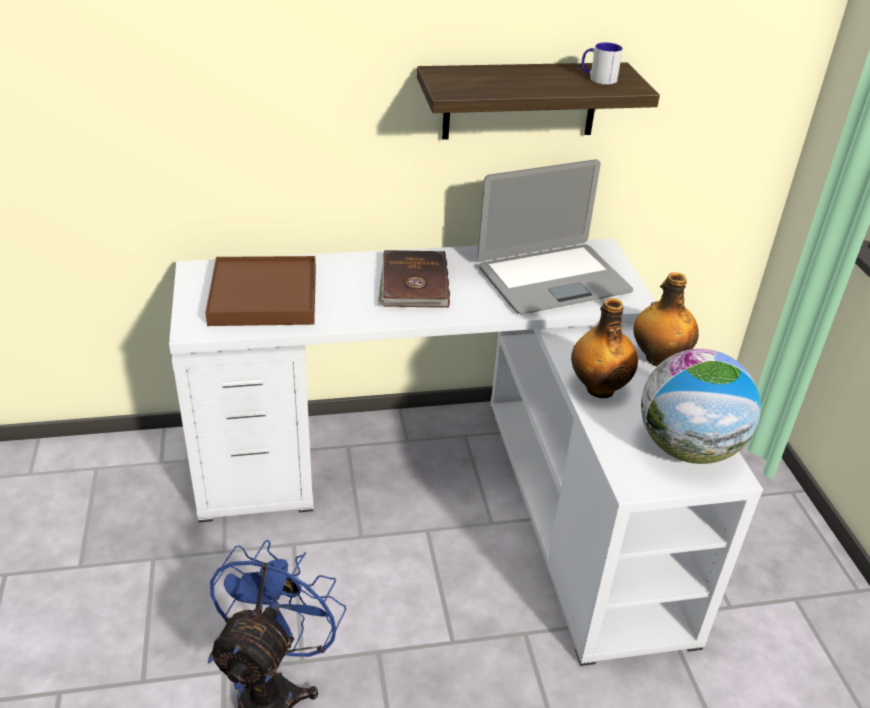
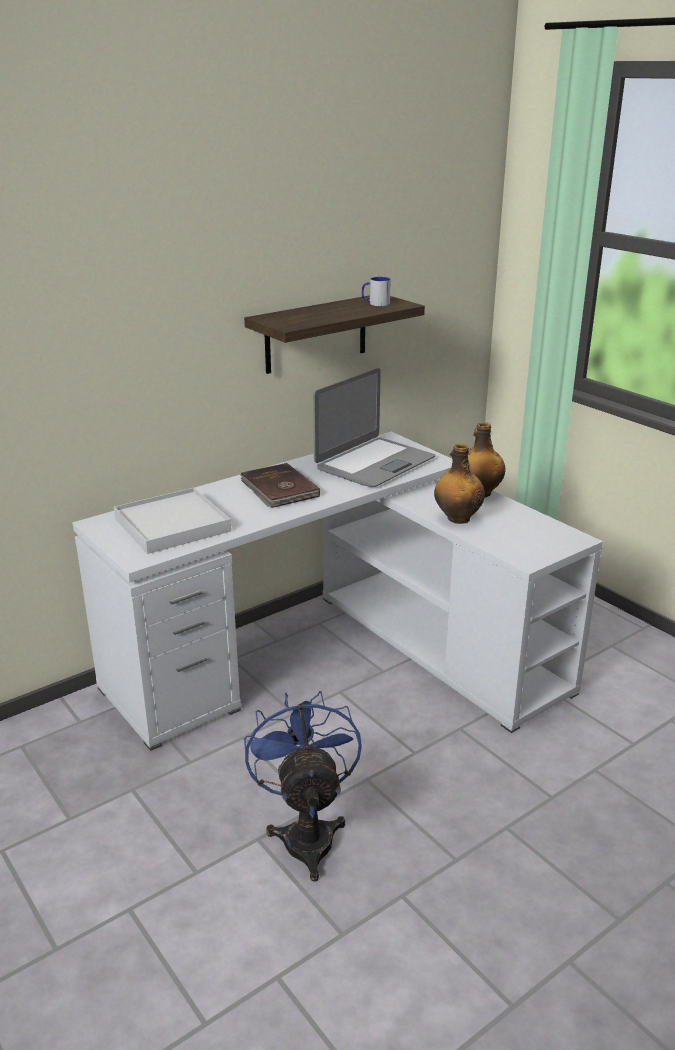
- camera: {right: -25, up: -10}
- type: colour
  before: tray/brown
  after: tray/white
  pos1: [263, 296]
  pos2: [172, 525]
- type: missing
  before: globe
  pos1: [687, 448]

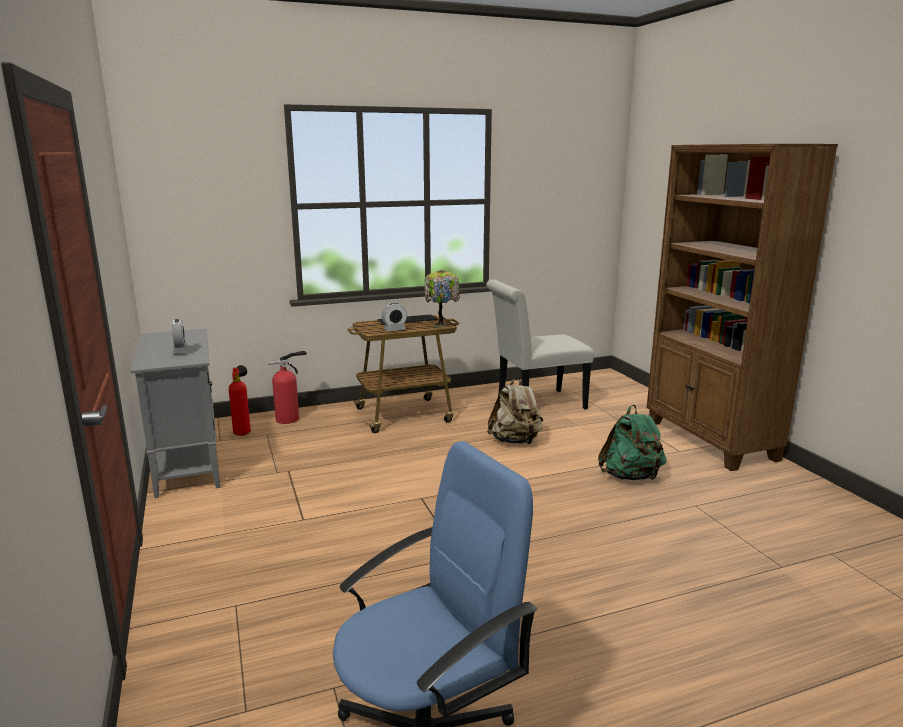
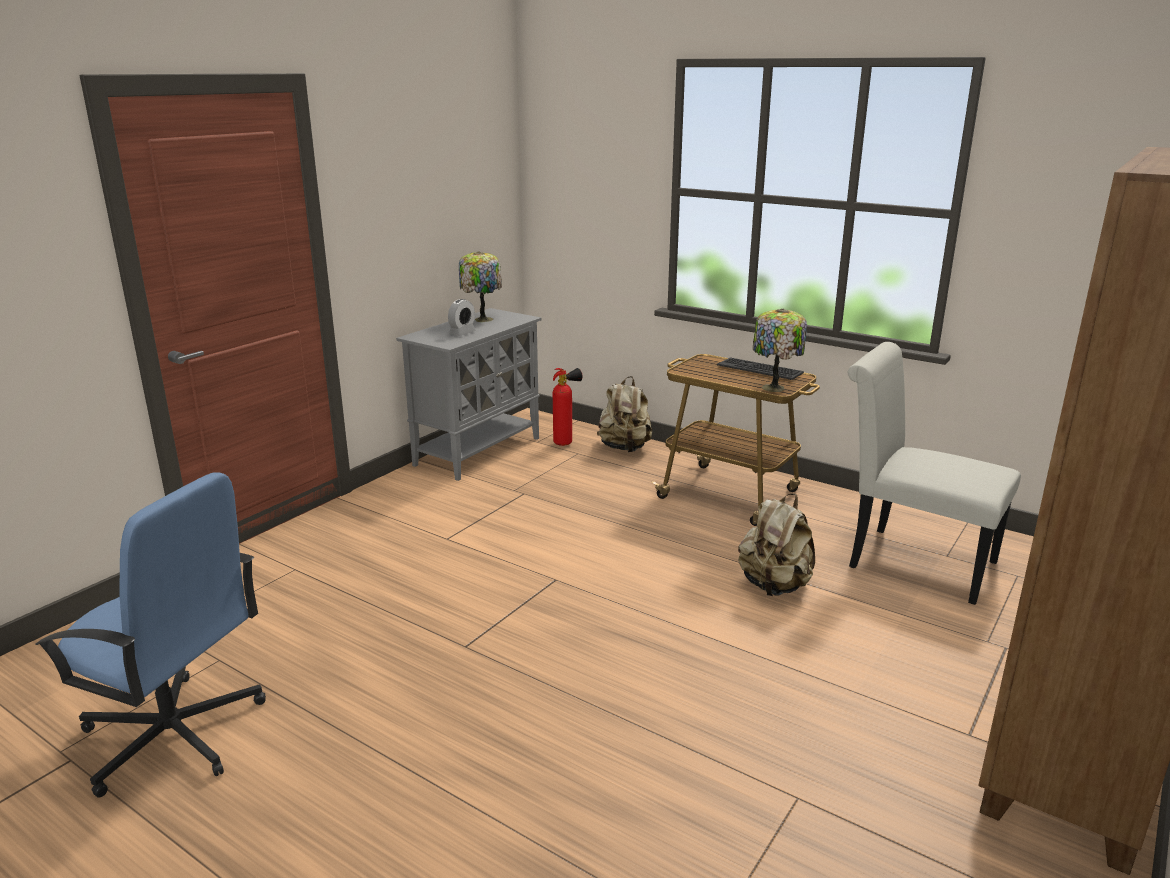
- camera: {right: 55, up: 5}
- type: missing
  before: alarm clock
  pos1: [394, 330]
- type: exchanged
  before: fire extinguisher
  after: backpack/beige
  pos1: [290, 419]
  pos2: [625, 448]
- type: missing
  before: backpack/green
  pos1: [630, 477]
- type: appeared
  after: table lamp
  pos2: [482, 319]

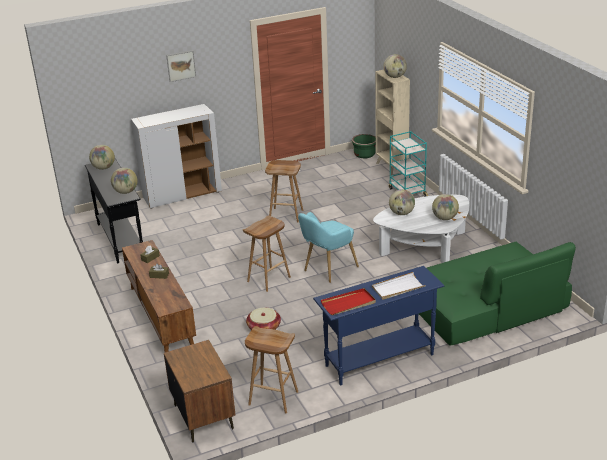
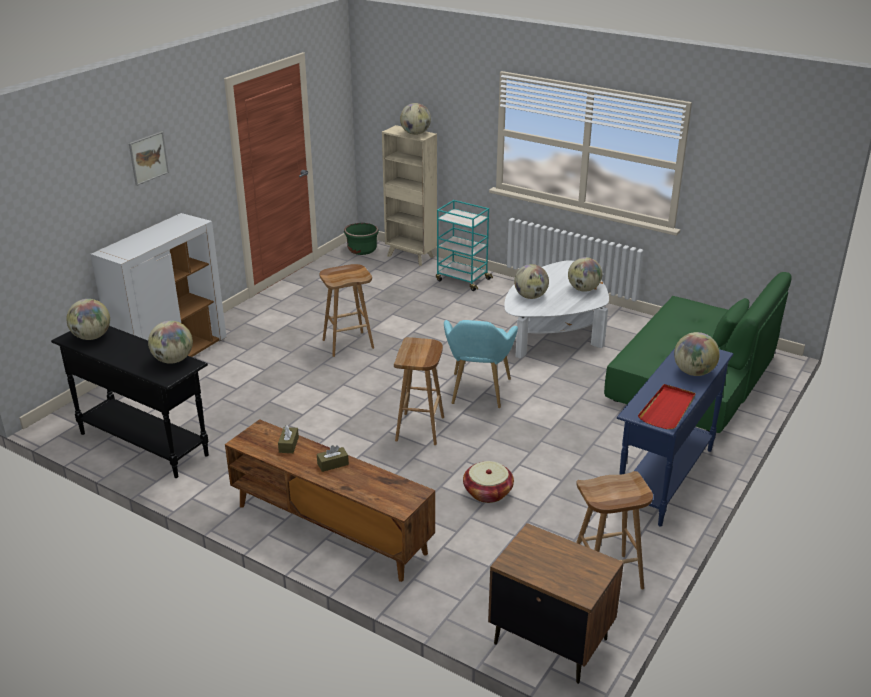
- camera: {right: -35, up: 0}
- type: exchanged
  before: tray/white
  after: globe
  pos1: [398, 288]
  pos2: [693, 372]

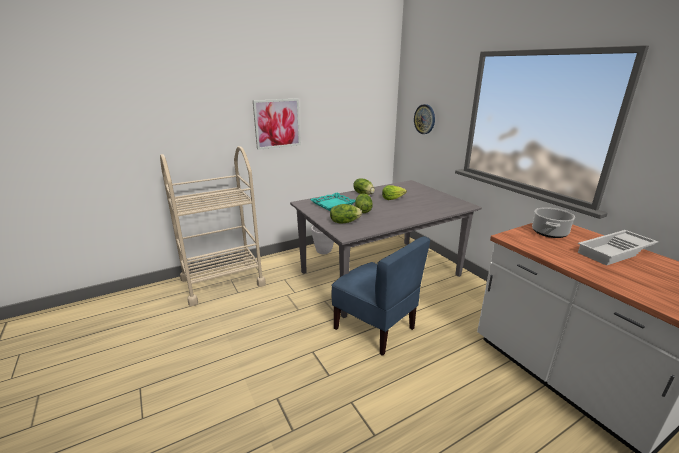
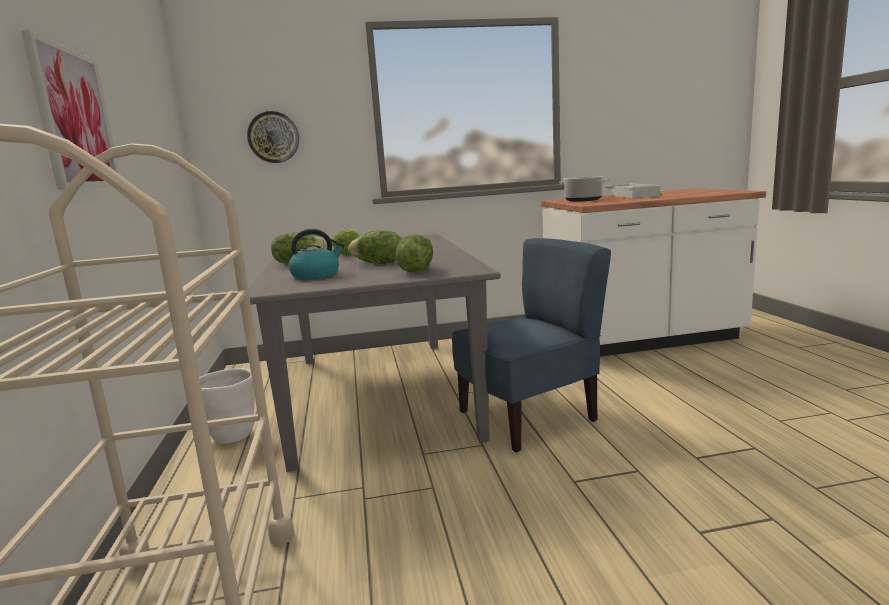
- camera: {right: -70, up: -10}
- type: exchanged
  before: tray/turquoise
  after: kettle
  pos1: [333, 204]
  pos2: [316, 275]

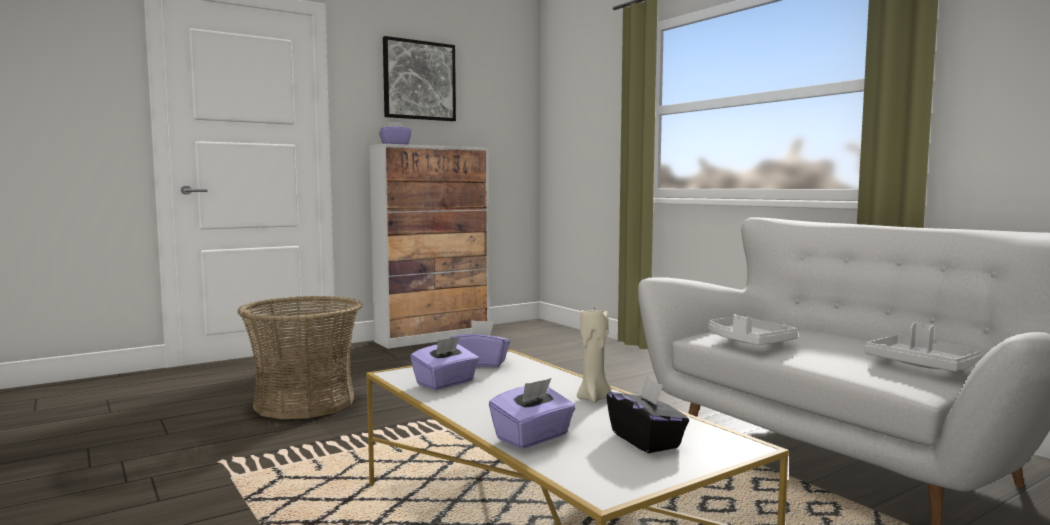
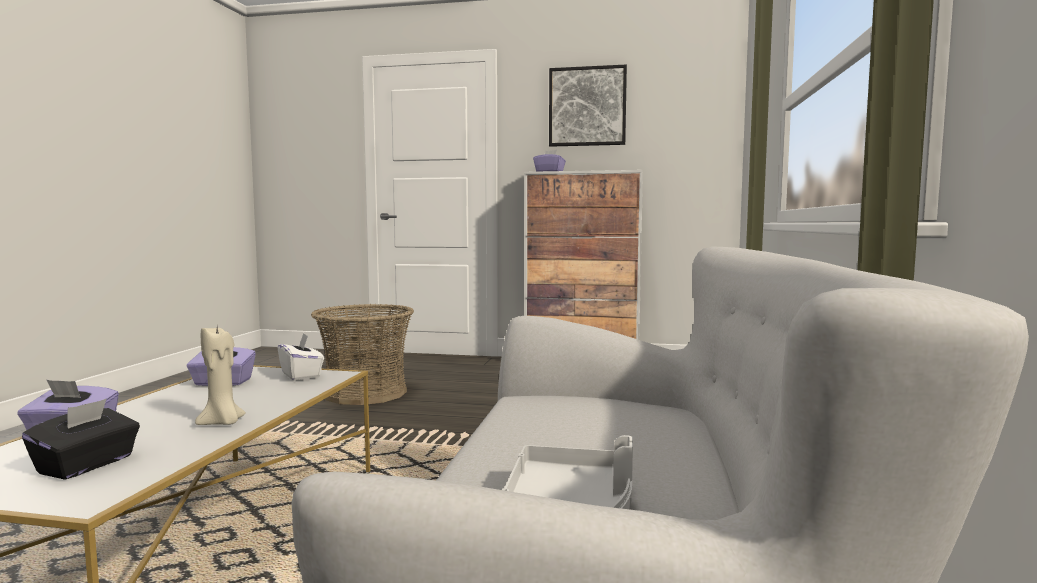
- camera: {right: 45, up: 0}
- type: missing
  before: tray/grey
  pos1: [748, 342]
- type: colour
  before: tissue box/purple
  after: tissue box/white
  pos1: [481, 363]
  pos2: [301, 375]

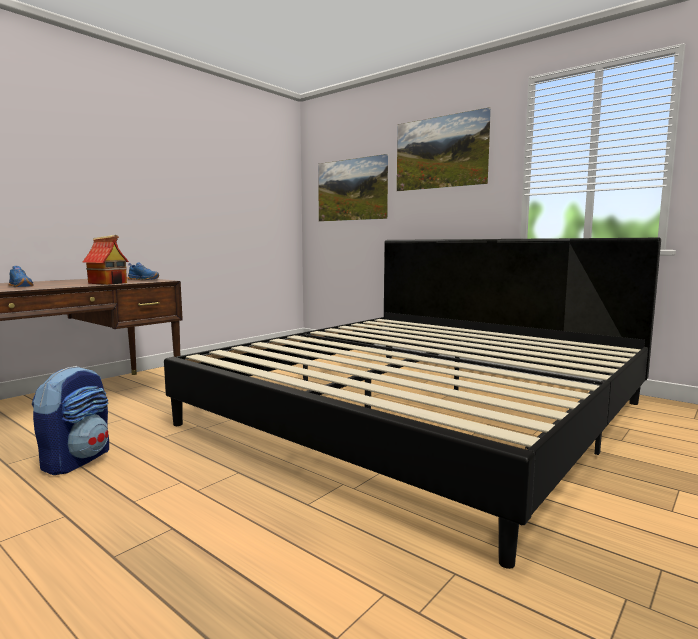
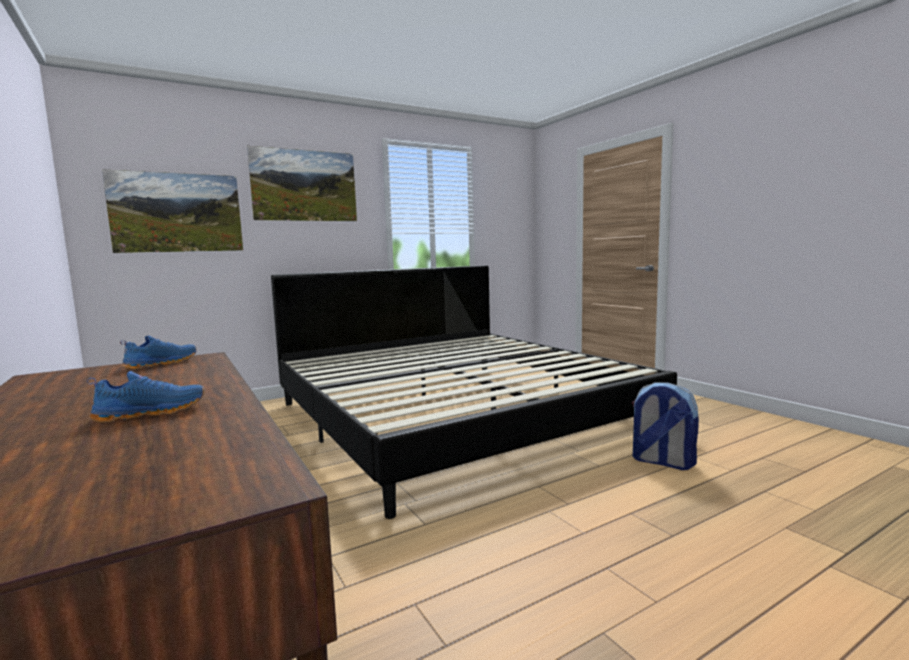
- camera: {right: -70, up: 0}
- type: missing
  before: toy house
  pos1: [108, 283]
- type: relocated
  before: backpack
  pos1: [77, 460]
  pos2: [661, 461]

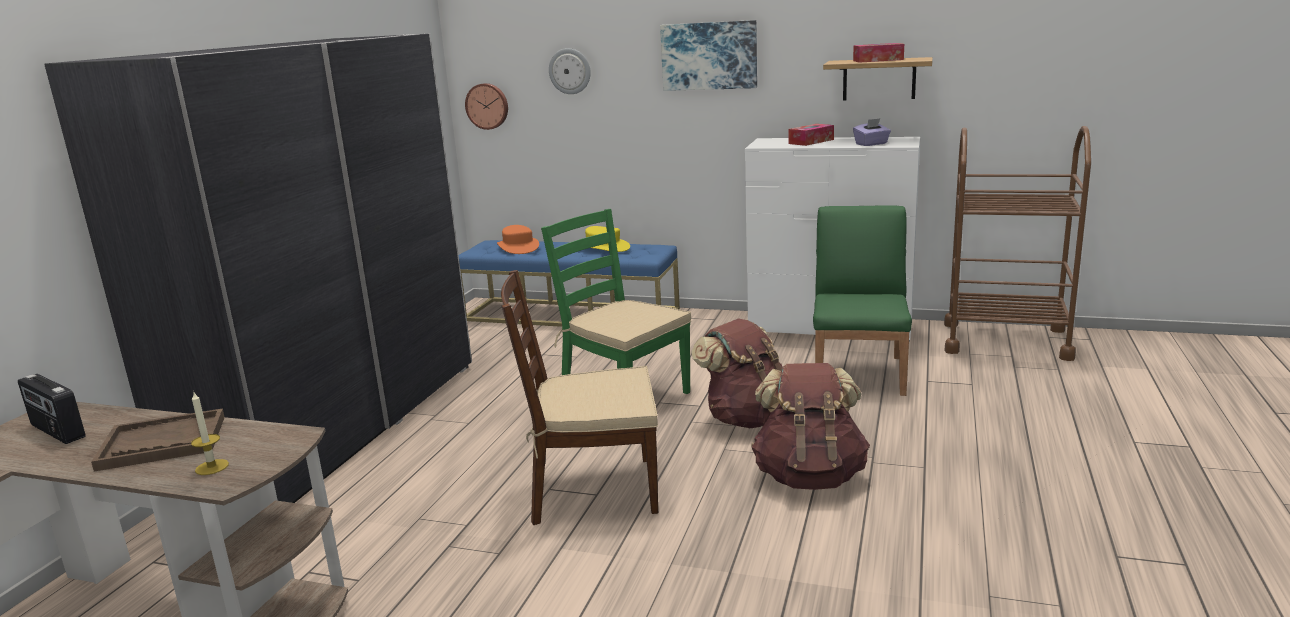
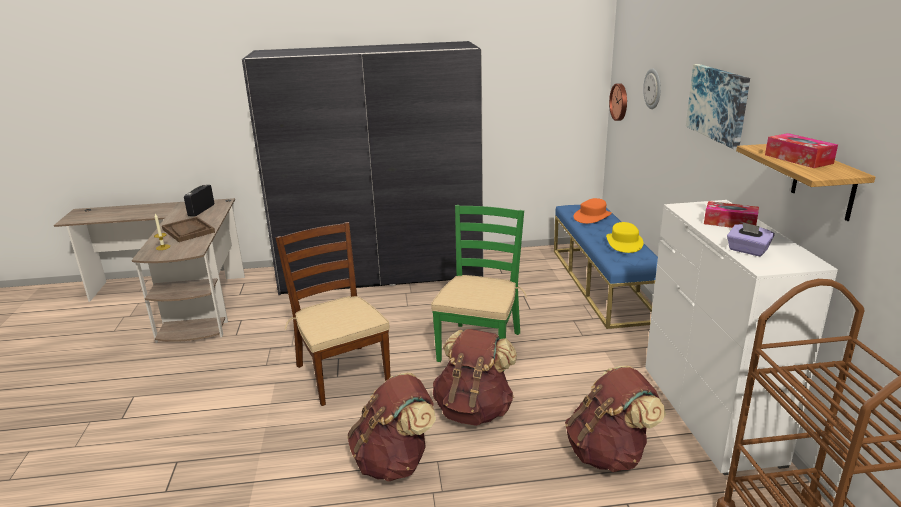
- camera: {right: 65, up: 5}
- type: exchanged
  before: chair/green
  after: backpack/brown
  pos1: [859, 373]
  pos2: [609, 453]

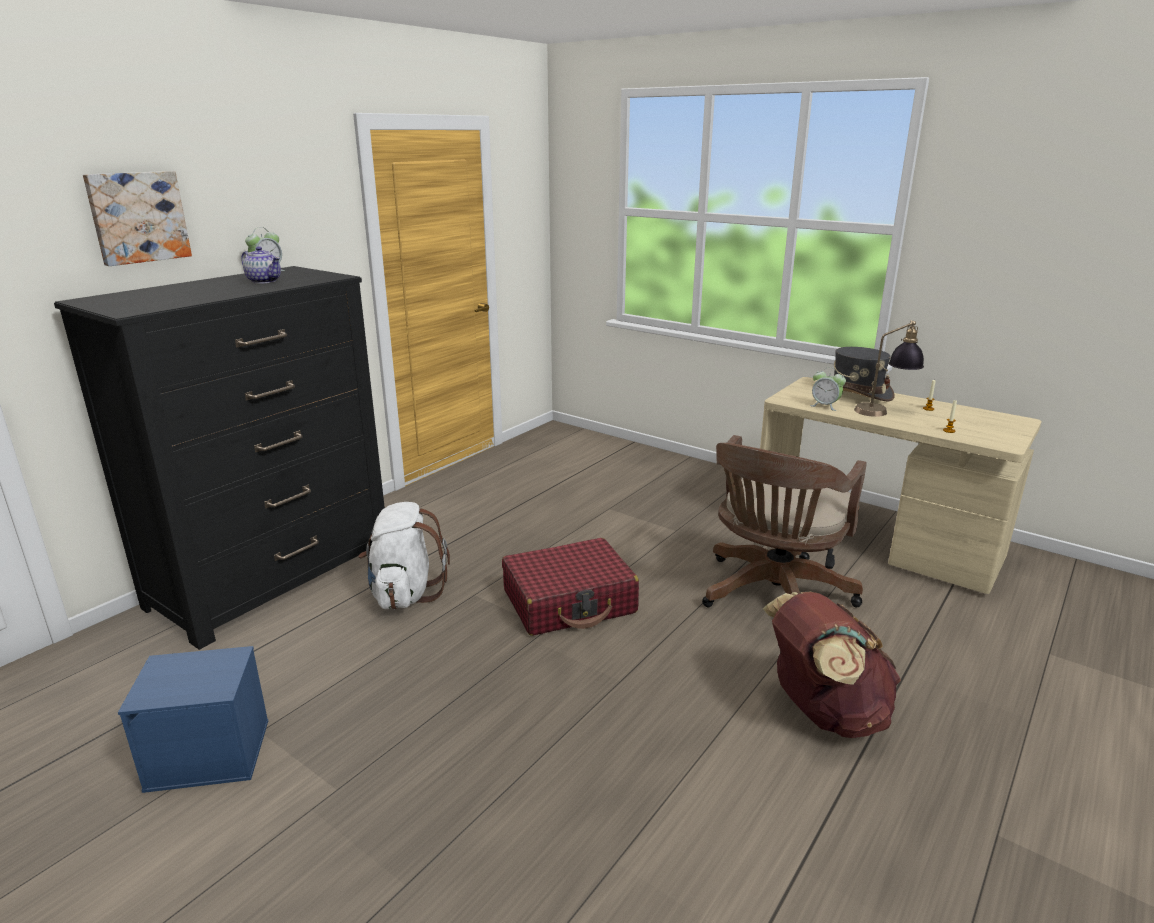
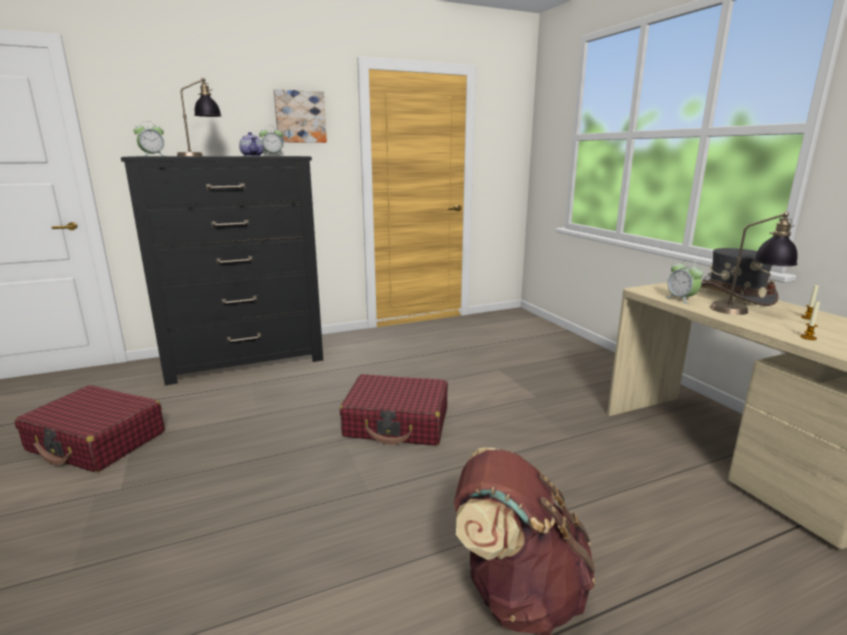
- camera: {right: 30, up: -5}
- type: relocated
  before: picture
  pos1: [137, 217]
  pos2: [300, 117]
- type: missing
  before: office chair/brown
  pos1: [772, 597]
- type: missing
  before: backpack/white
  pos1: [405, 593]
- type: exchanged
  before: storage box/blue
  after: suitcase/red
  pos1: [210, 753]
  pos2: [97, 441]
- type: appeared
  after: table lamp
  pos2: [202, 156]
- type: appeared
  after: alarm clock
  pos2: [153, 156]

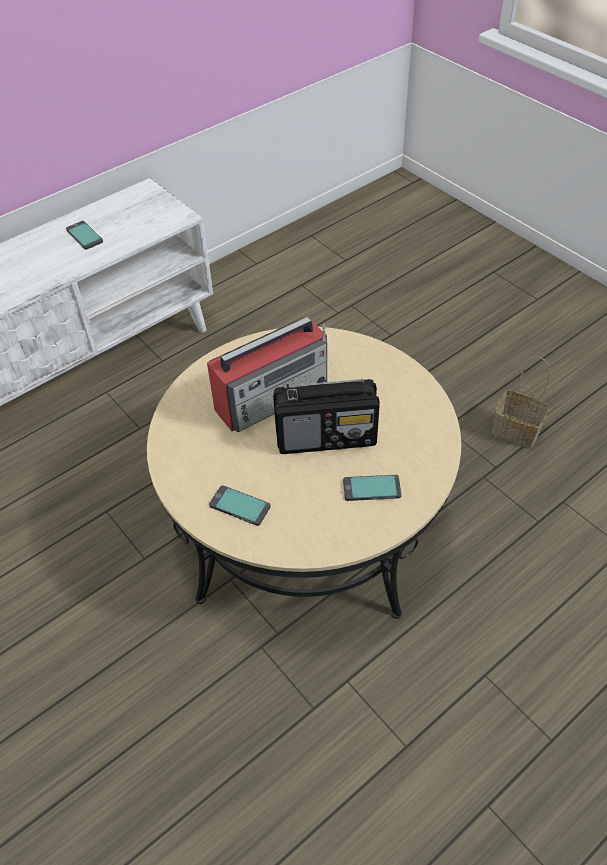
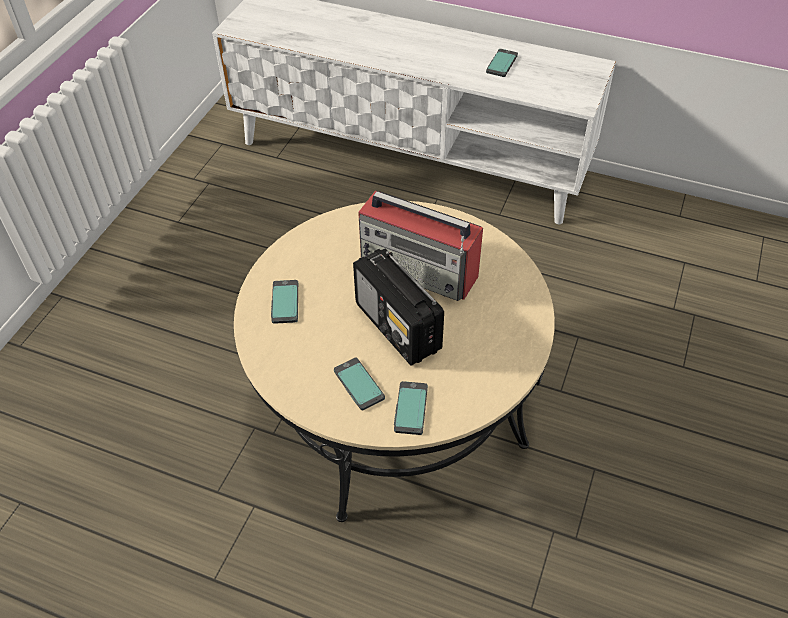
- camera: {right: 60, up: 0}
- type: missing
  before: basket
  pos1: [518, 430]
- type: appeared
  after: phone
  pos2: [410, 408]

